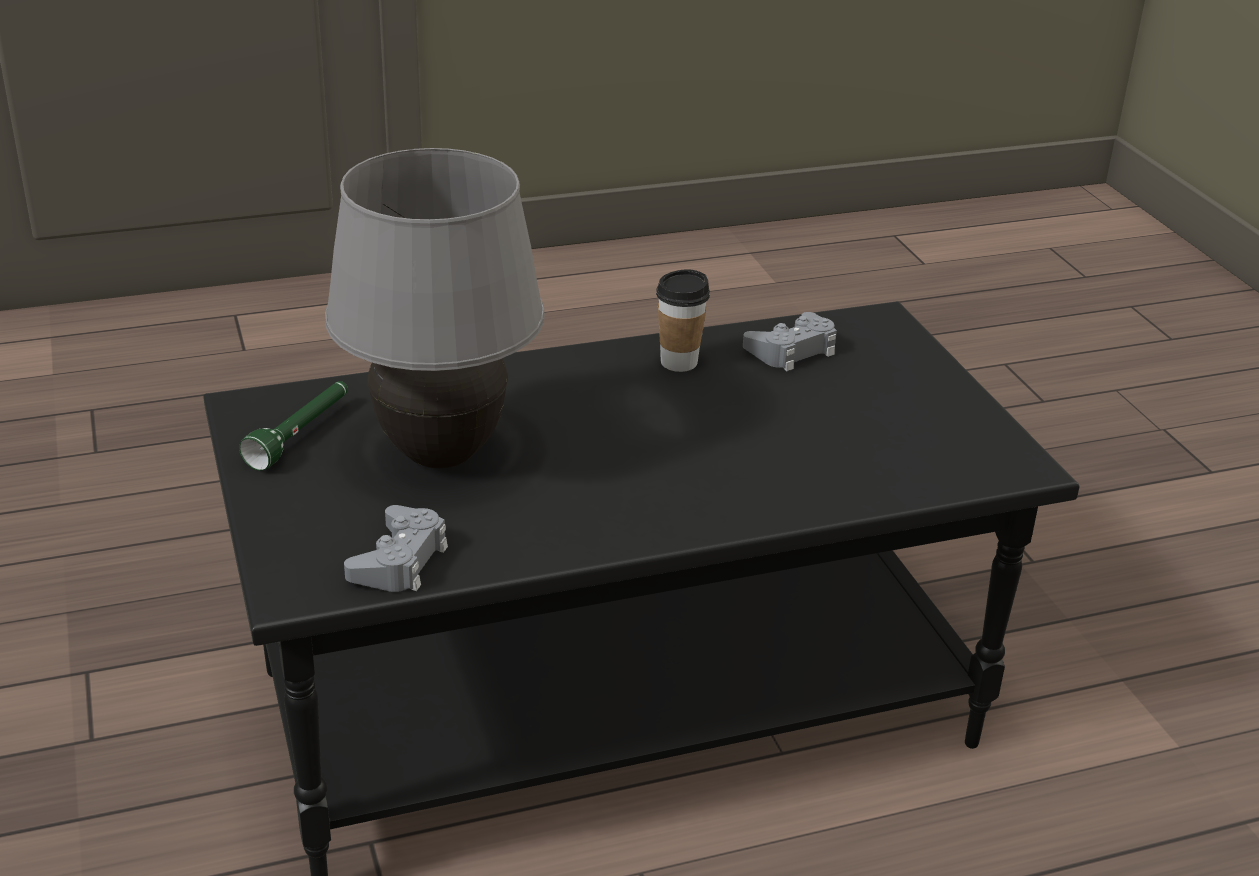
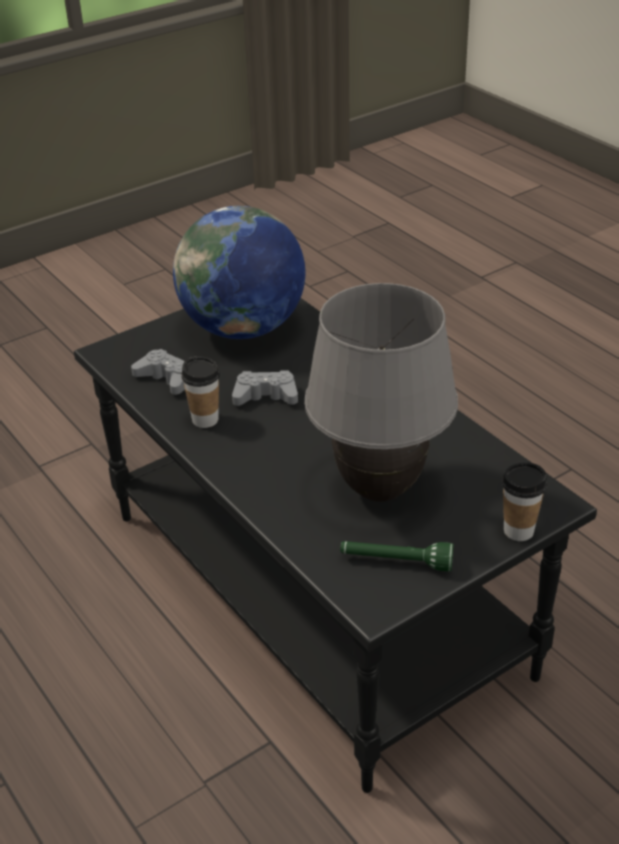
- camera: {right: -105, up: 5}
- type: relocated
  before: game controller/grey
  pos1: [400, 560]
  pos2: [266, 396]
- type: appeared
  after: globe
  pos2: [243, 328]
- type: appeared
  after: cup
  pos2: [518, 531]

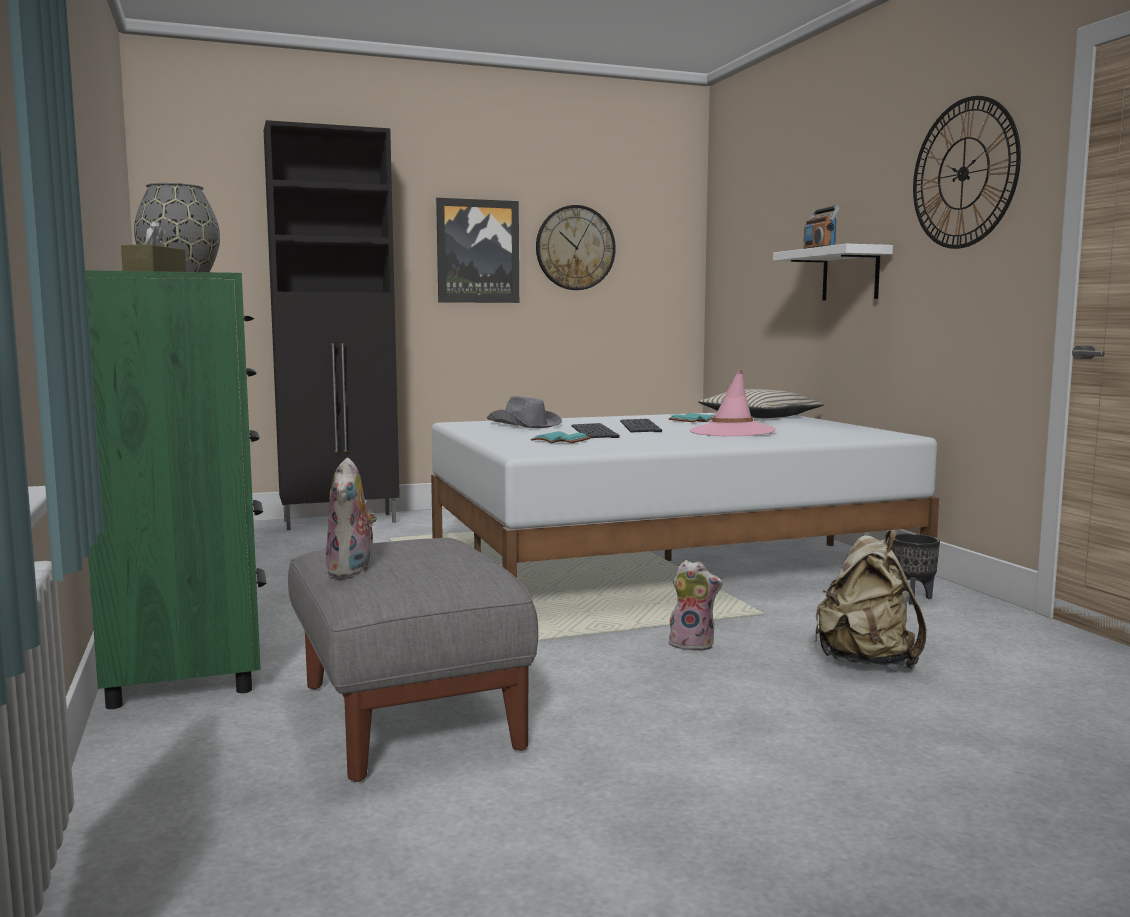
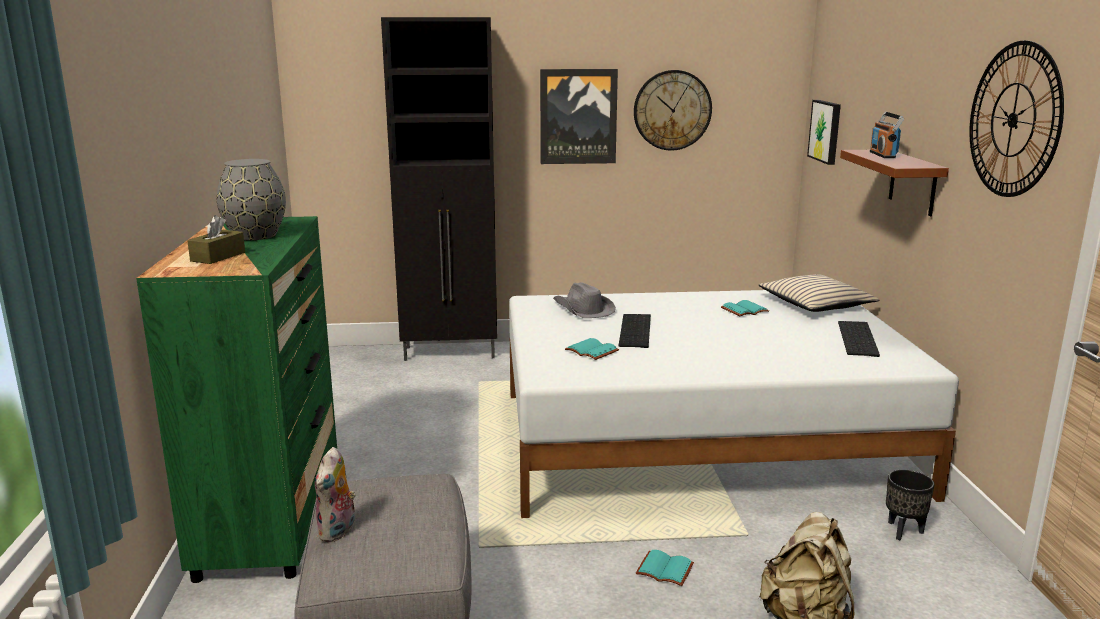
- camera: {right: 15, up: 10}
- type: colour
  before: shelf/white
  after: shelf/brown
  pos1: [850, 274]
  pos2: [913, 182]
- type: missing
  before: hat/pink
  pos1: [732, 431]
- type: relocated
  before: keyboard
  pos1: [642, 426]
  pos2: [859, 339]
- type: exchanged
  before: plush toy
  after: book/turquoise
  pos1: [693, 644]
  pos2: [663, 570]
- type: appeared
  after: picture
  pos2: [826, 131]

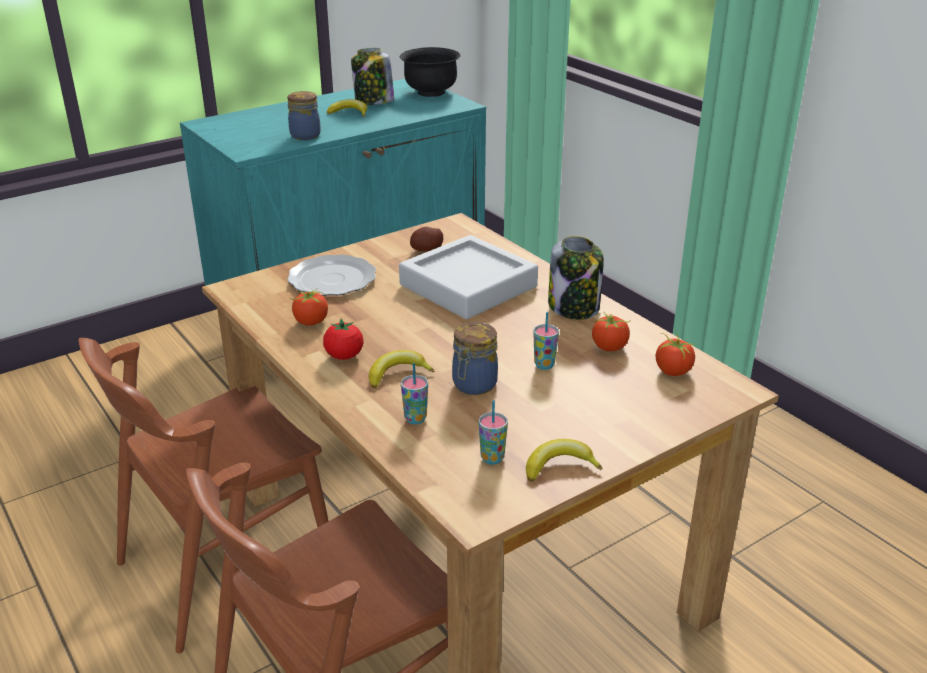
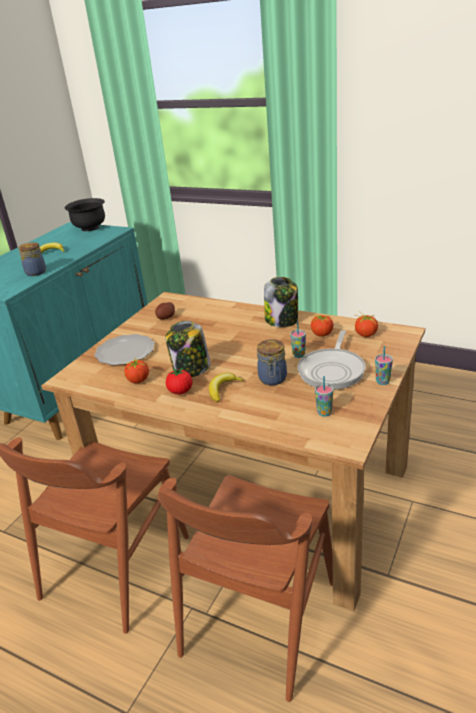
- camera: {right: -25, up: 0}
- type: relocated
  before: jar
  pos1: [373, 102]
  pos2: [191, 370]
- type: missing
  before: tray/grey
  pos1: [468, 286]
- type: relocated
  before: cup
  pos1: [415, 419]
  pos2: [382, 382]
- type: missing
  before: banana
  pos1: [559, 466]
- type: appeared
  after: frying pan
  pos2: [332, 370]

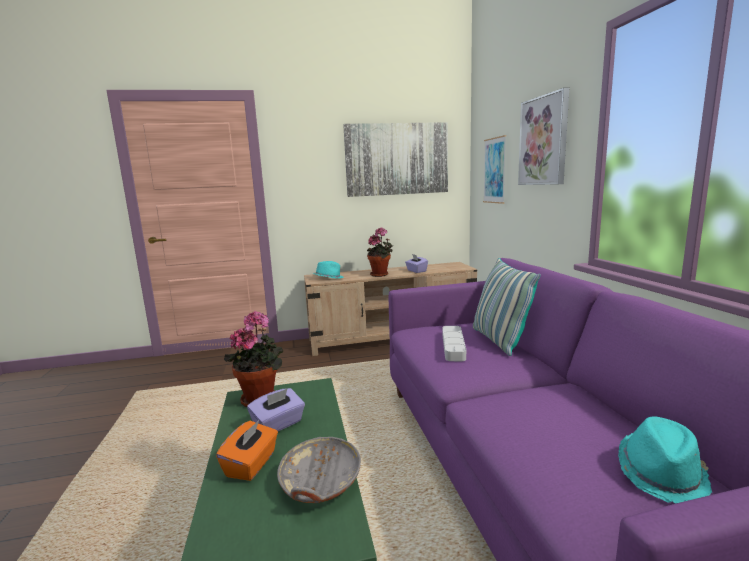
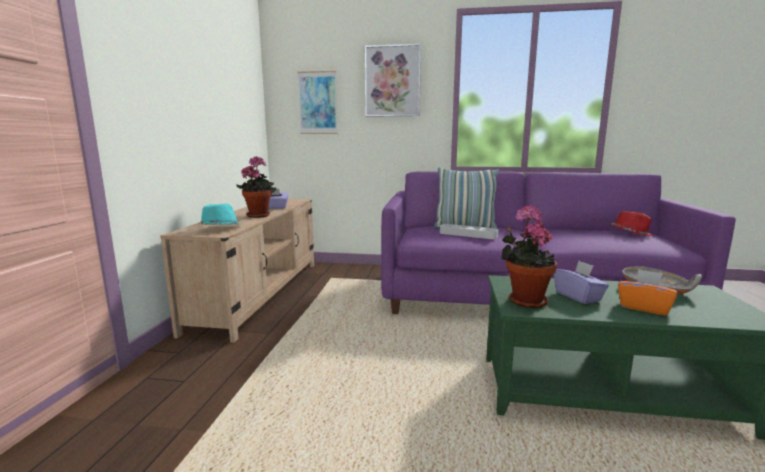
- camera: {right: -70, up: 0}
- type: missing
  before: picture
  pos1: [397, 159]
- type: colour
  before: hat/turquoise
  after: hat/red
  pos1: [661, 474]
  pos2: [631, 233]

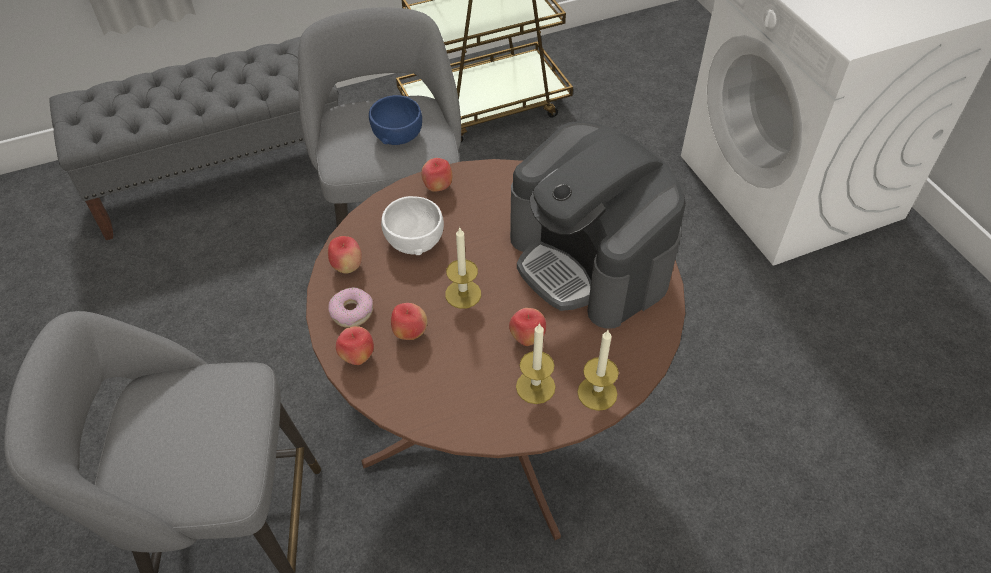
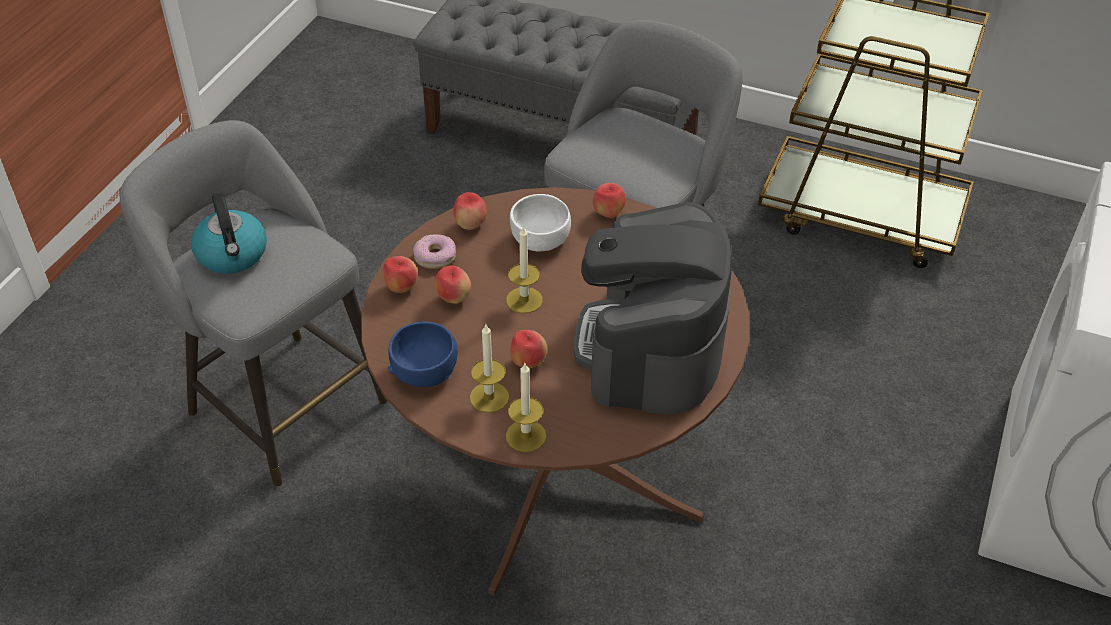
- camera: {right: 45, up: -5}
- type: relocated
  before: bowl/blue
  pos1: [397, 134]
  pos2: [424, 370]
- type: appeared
  after: kettle
  pos2: [233, 255]

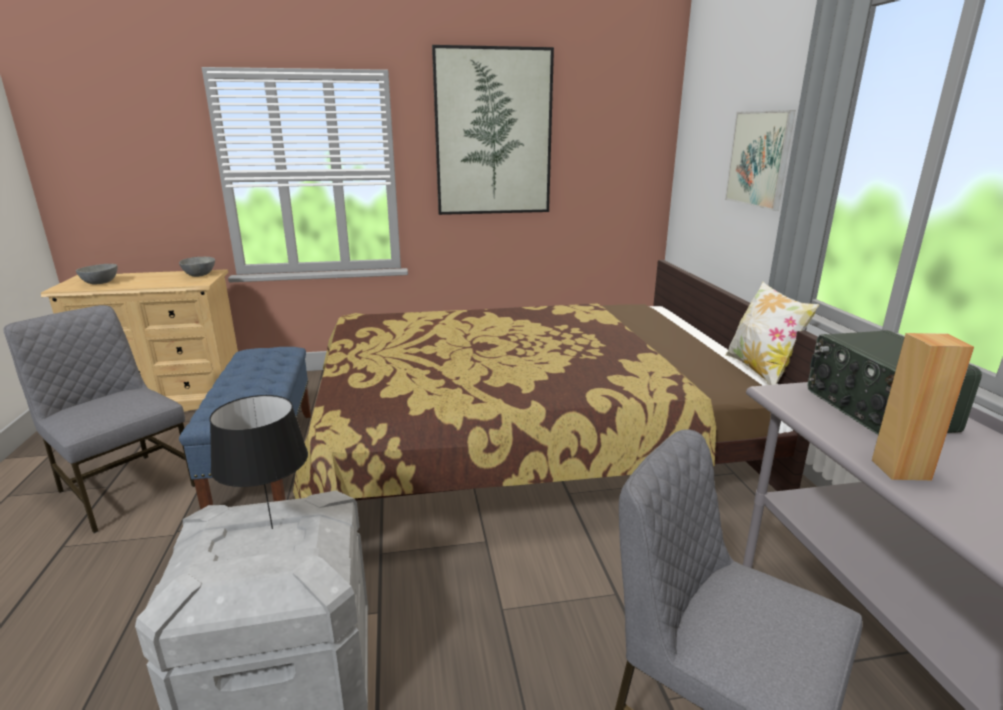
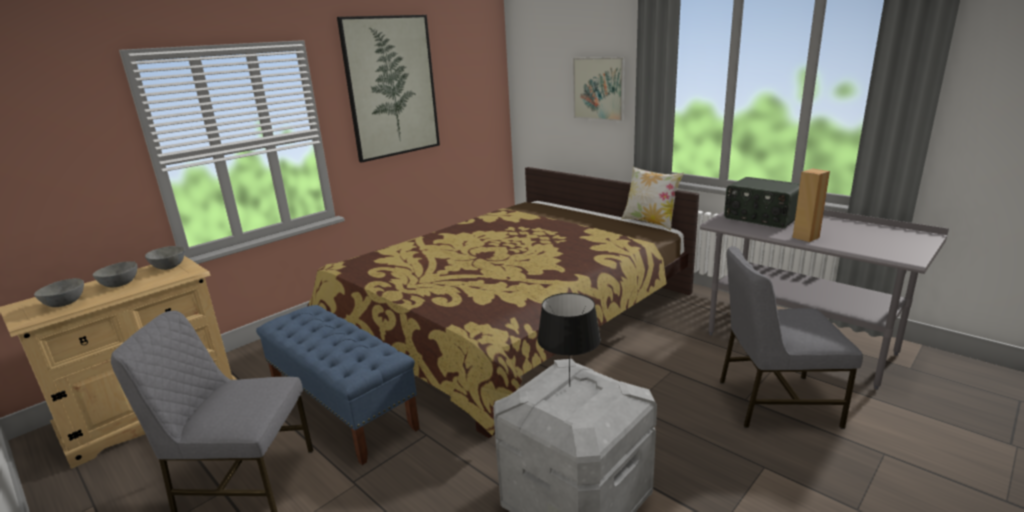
- camera: {right: -35, up: 0}
- type: appeared
  after: bowl/grey
  pos2: [121, 284]

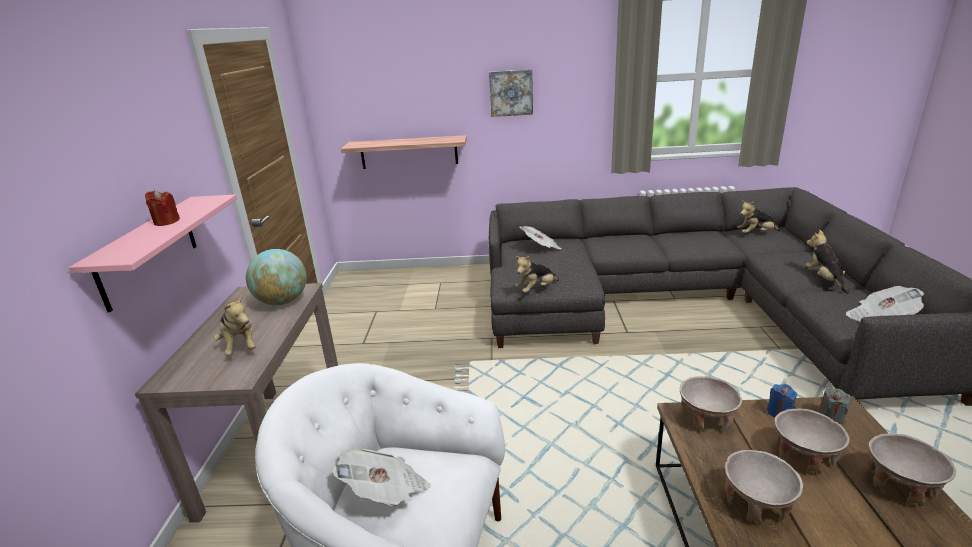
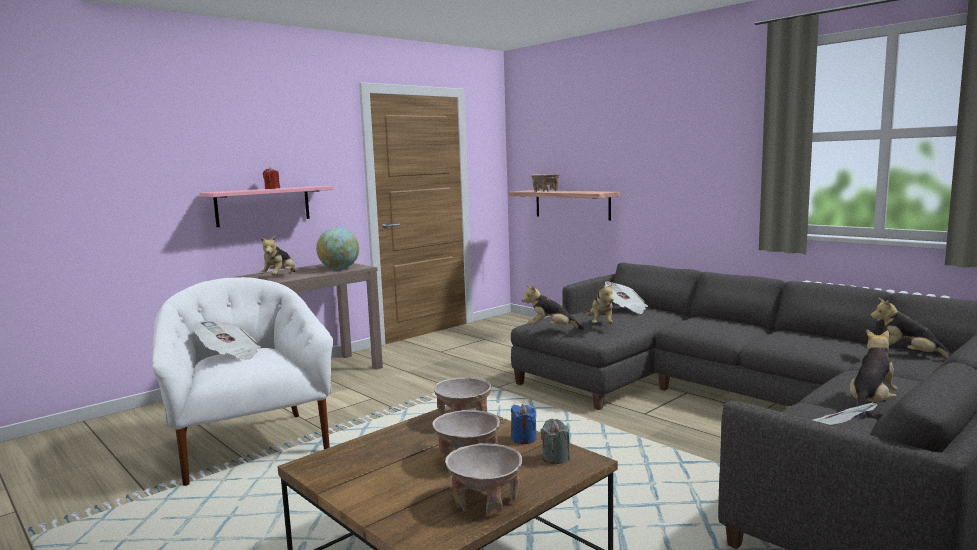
- camera: {right: 45, up: -15}
- type: missing
  before: picture
  pos1: [511, 93]
- type: relocated
  before: bowl/beige
  pos1: [756, 504]
  pos2: [545, 191]
- type: appeared
  after: plush toy
  pos2: [601, 324]

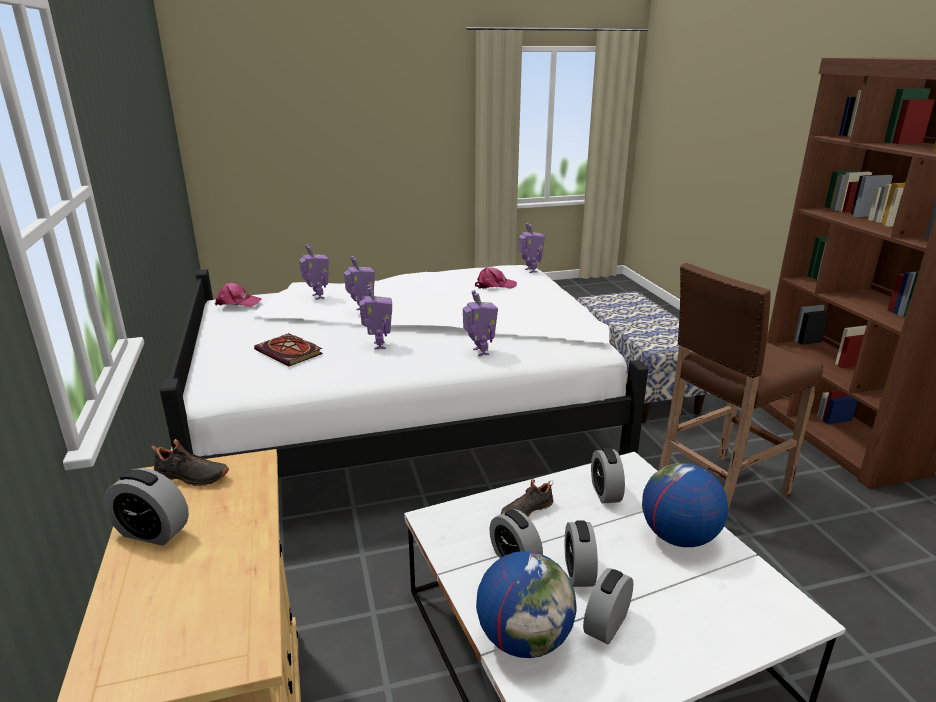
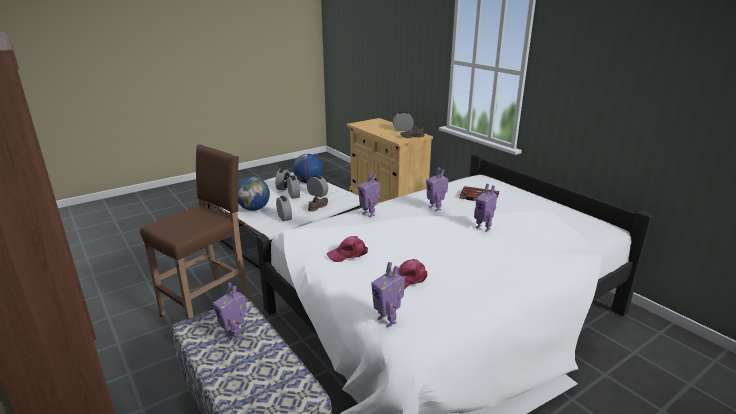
- camera: {right: 160, up: 0}
- type: relocated
  before: toy robot
  pos1: [317, 297]
  pos2: [234, 335]
- type: relocated
  before: cap/pink
  pos1: [237, 302]
  pos2: [348, 254]

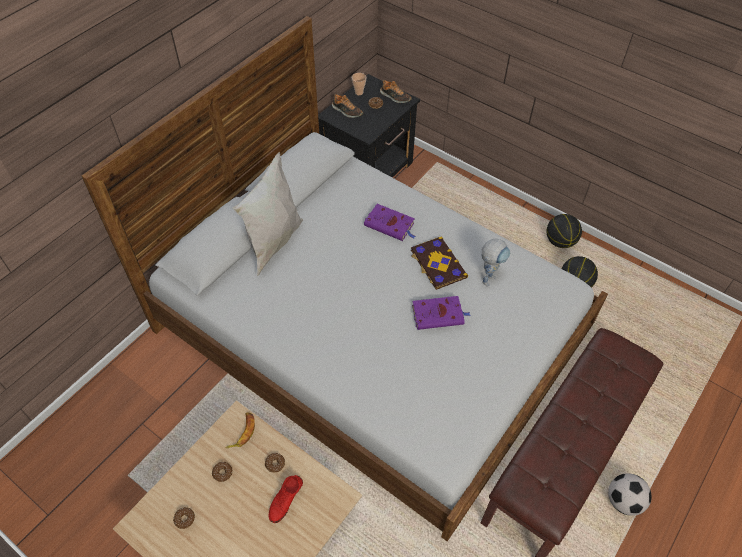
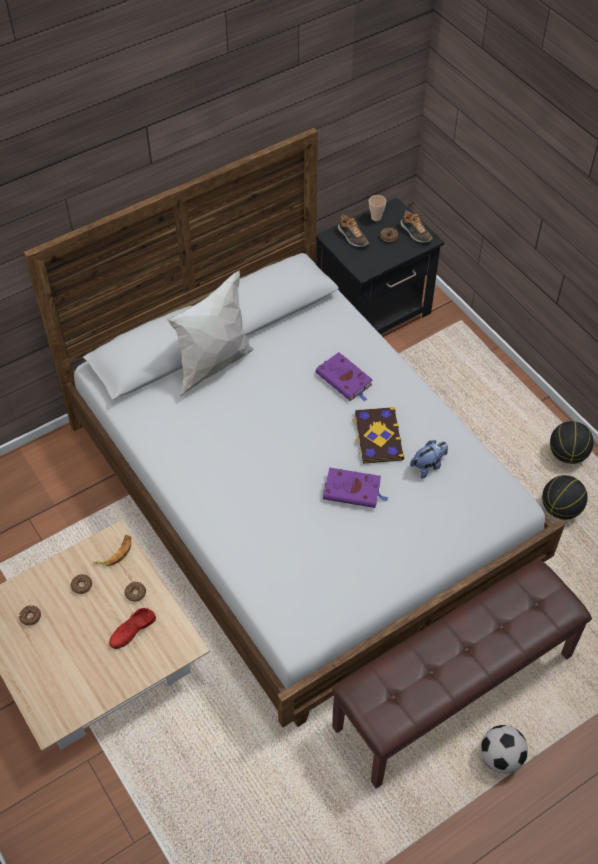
- camera: {right: 20, up: 0}
- type: exchanged
  before: toy robot
  after: plush toy
  pos1: [489, 277]
  pos2: [428, 466]

